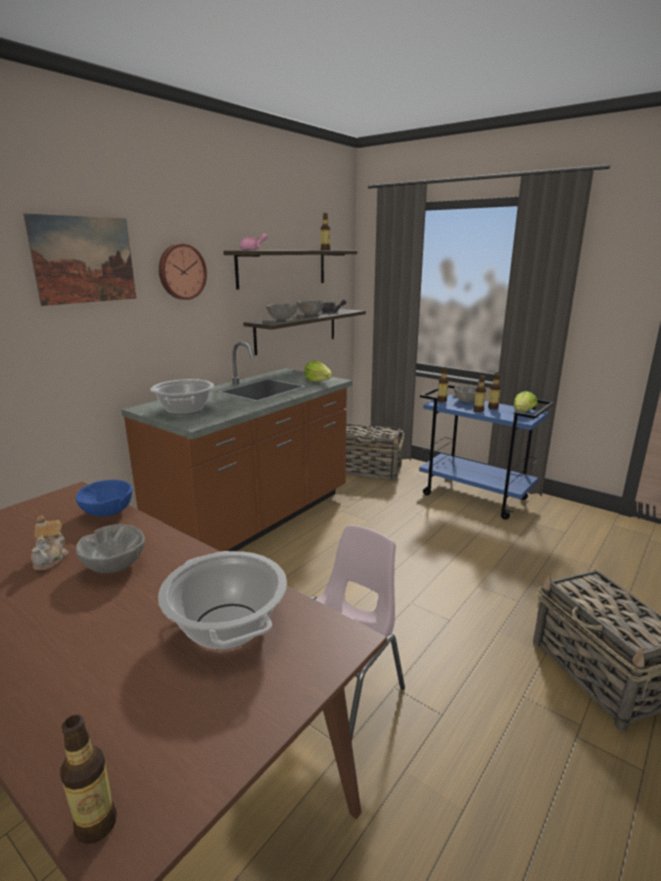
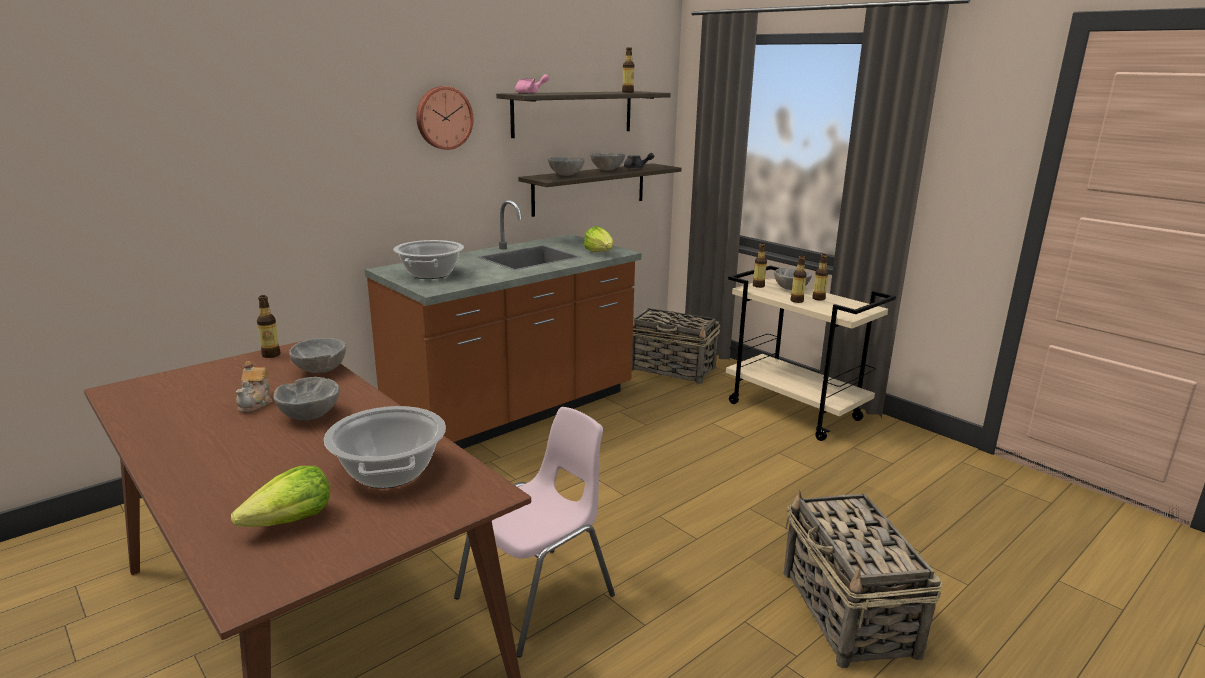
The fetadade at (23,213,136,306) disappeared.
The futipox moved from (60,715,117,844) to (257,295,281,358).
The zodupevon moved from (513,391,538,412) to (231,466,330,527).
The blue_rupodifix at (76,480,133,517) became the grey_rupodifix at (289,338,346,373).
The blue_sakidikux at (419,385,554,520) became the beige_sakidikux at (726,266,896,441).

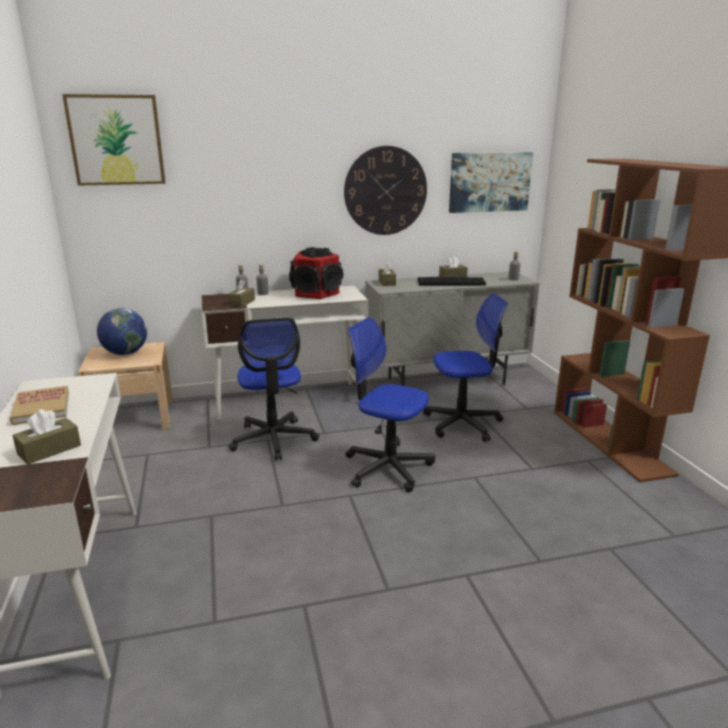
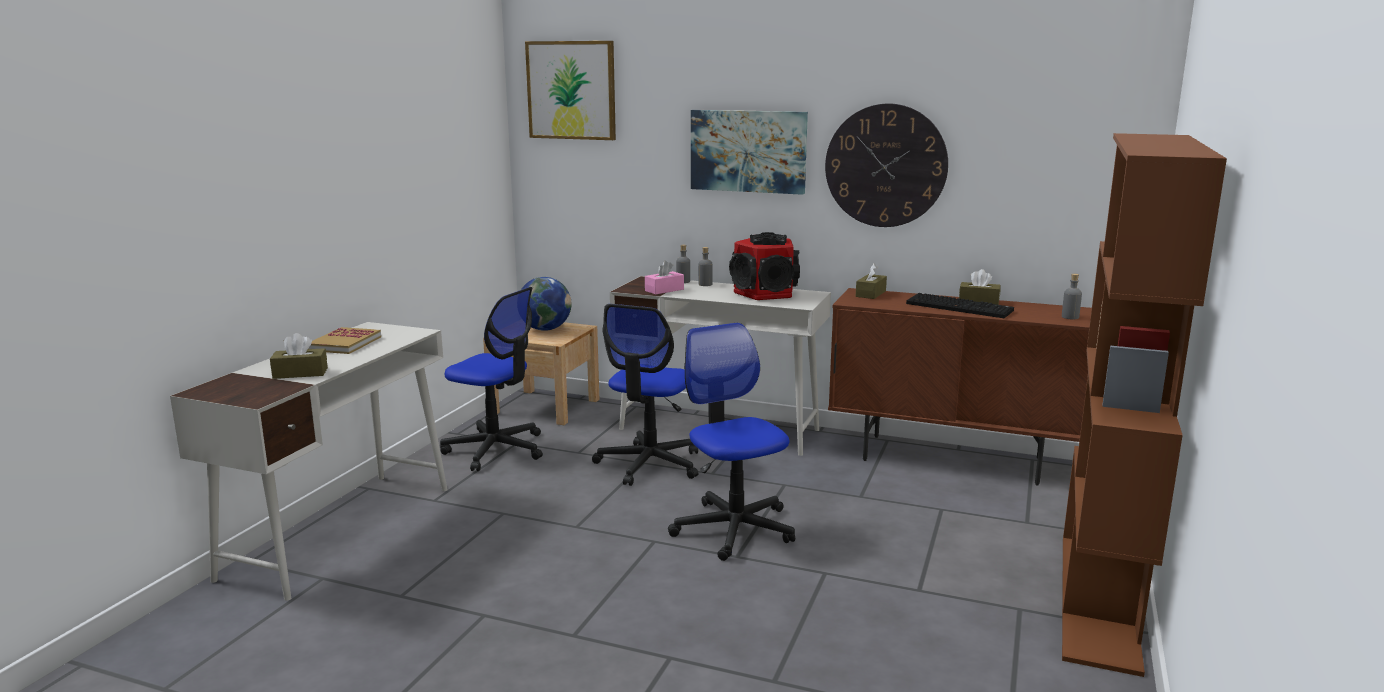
The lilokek moved from (423,293,508,442) to (440,287,543,471).
The fetadade moved from (449,152,533,213) to (691,110,808,195).
The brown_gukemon at (227,279,255,307) became the pink_gukemon at (645,261,684,294).
The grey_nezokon at (365,272,540,386) became the brown_nezokon at (828,288,1092,486).

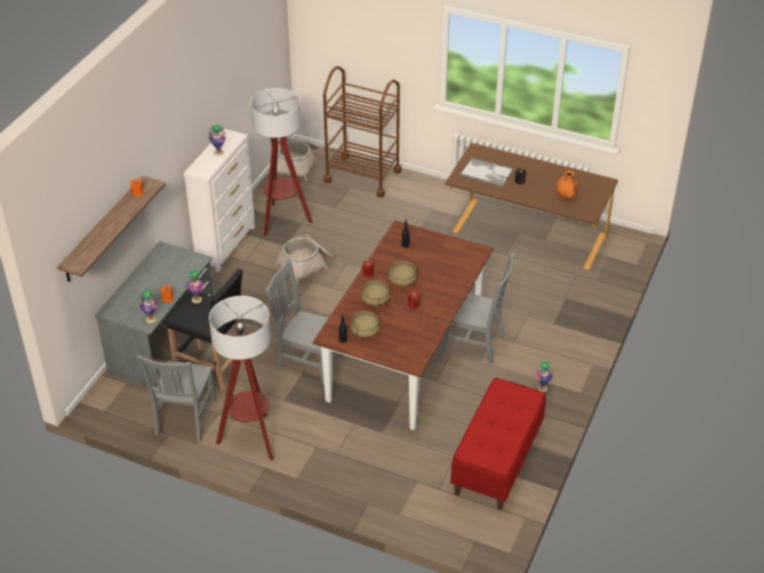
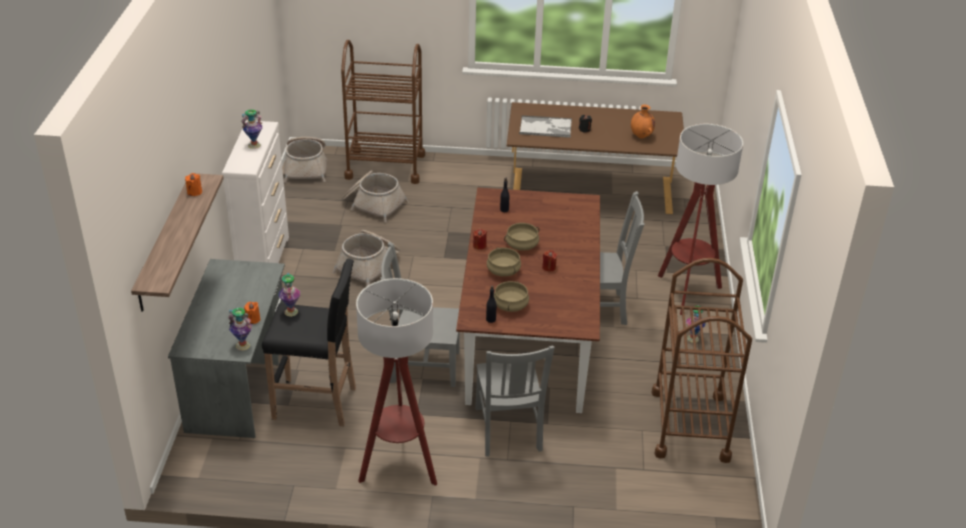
The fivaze at (342,170,409,223) appeared.
The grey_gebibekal moved from (137,355,216,442) to (475,345,555,457).
The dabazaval moved from (250,88,312,236) to (658,124,743,315).
The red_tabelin at (451,378,546,510) was replaced by the brown_sakidikux at (651,258,752,463).

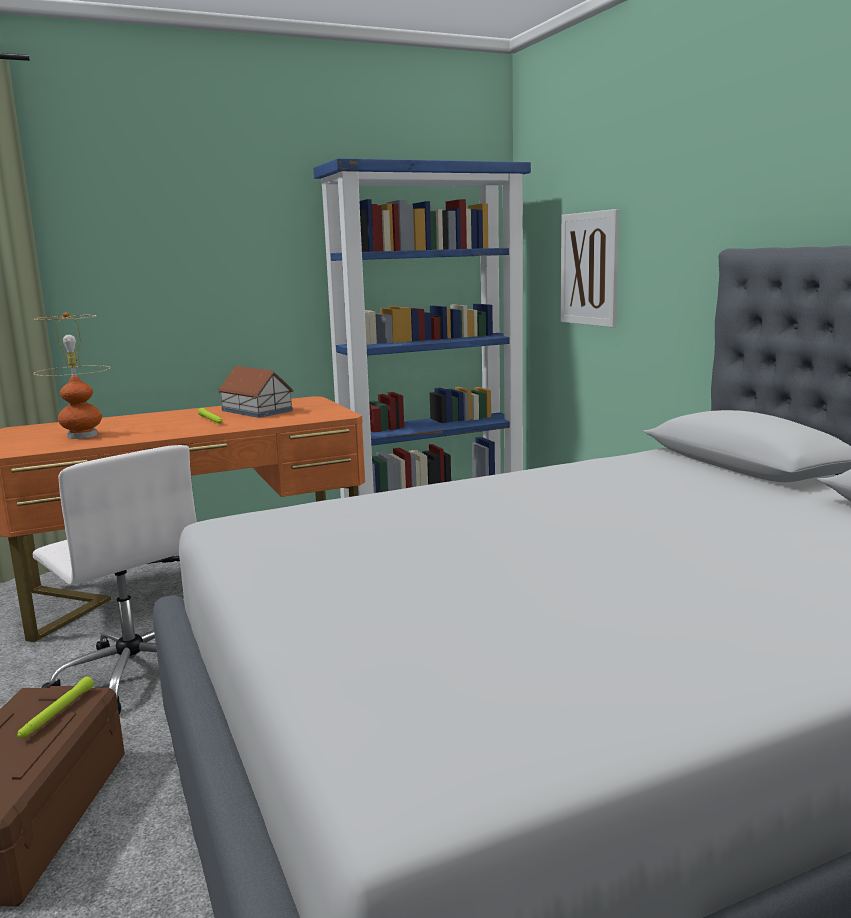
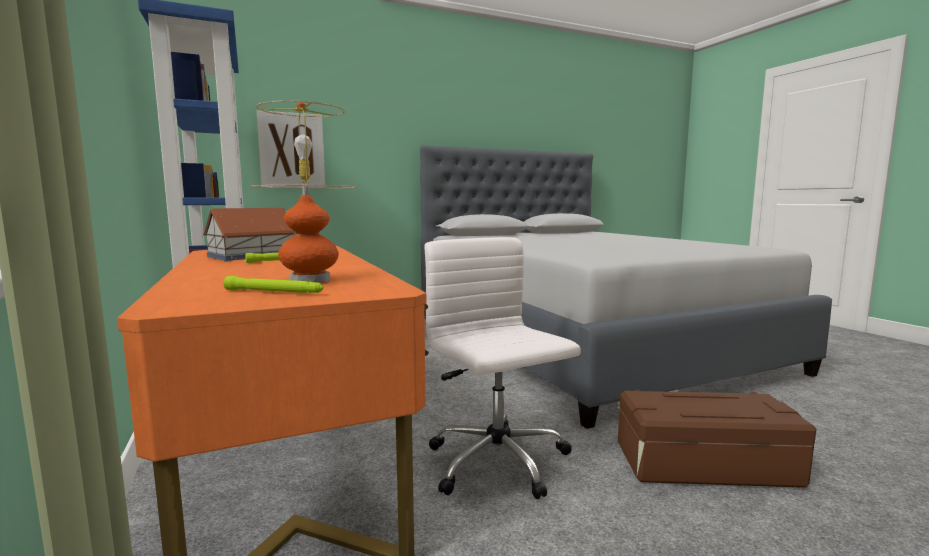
The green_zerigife moved from (17,677,94,738) to (223,276,324,293).
The white_lilokek at (33,445,197,714) turned 75 degrees counterclockwise.

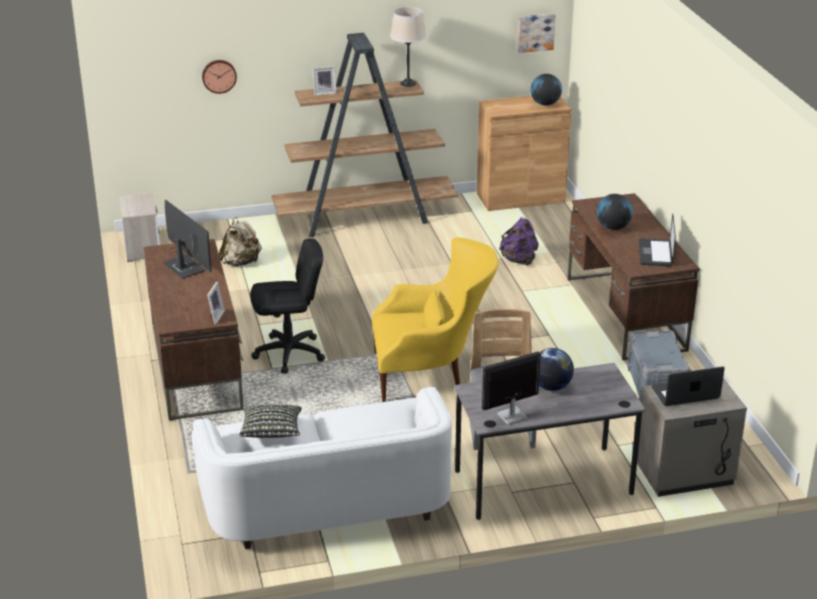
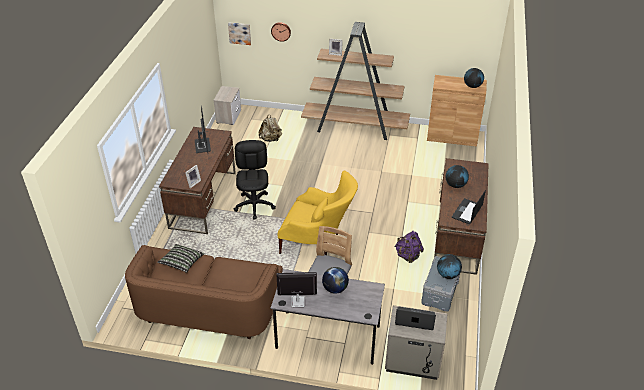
The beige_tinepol at (390,7,426,87) disappeared.
The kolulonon at (437,254,462,279) appeared.
The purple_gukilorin moved from (499,217,539,266) to (394,231,424,263).
The fetadade moved from (518,14,556,53) to (228,23,251,45).
The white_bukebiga at (192,387,452,549) became the brown_bukebiga at (125,245,283,339).
The black_lilokek at (250,238,325,374) turned 105 degrees counterclockwise.

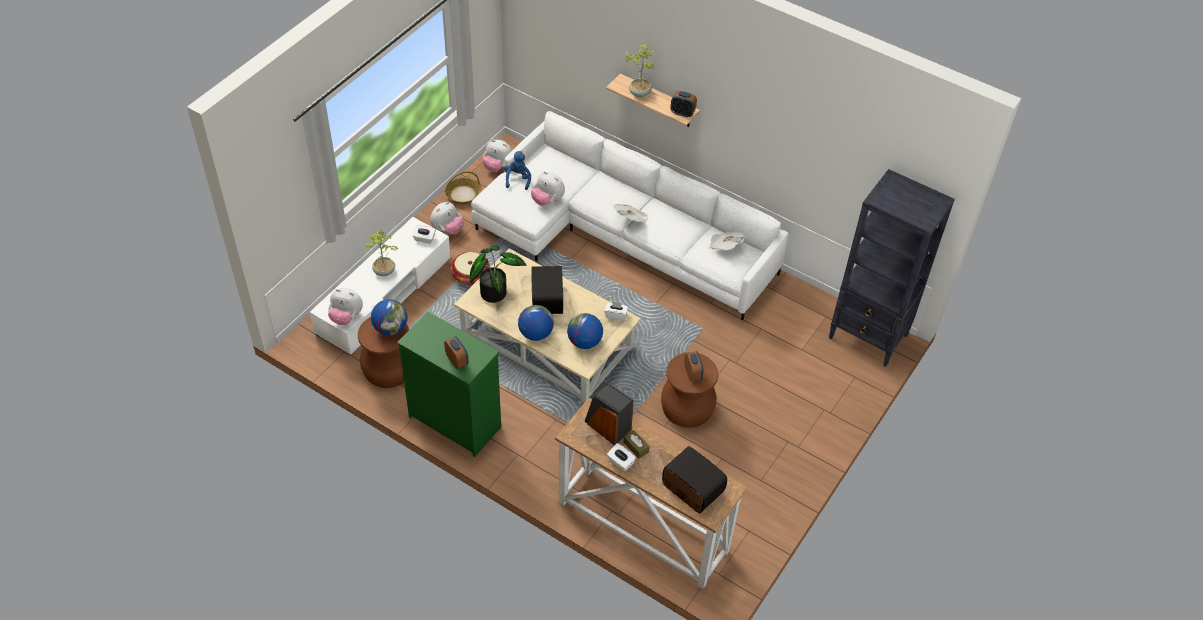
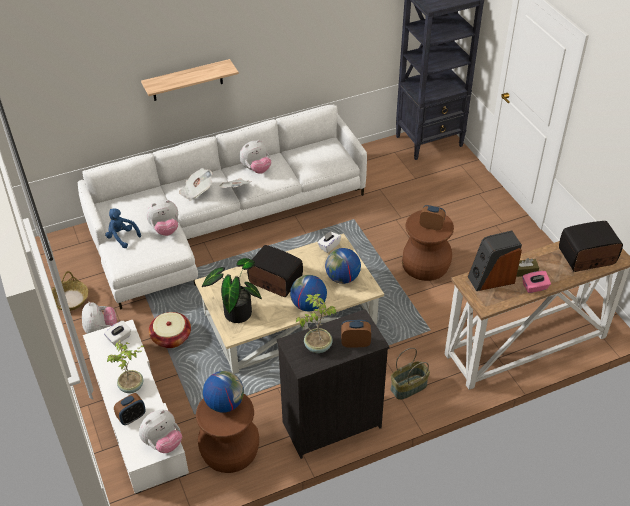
The fivaze at (391,348,430,400) appeared.
The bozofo moved from (482,140,512,172) to (239,140,271,174).
The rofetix moved from (624,44,656,97) to (296,294,337,353).
The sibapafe moved from (671,91,697,118) to (114,393,146,425).
The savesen moved from (709,230,744,251) to (179,168,213,201).
The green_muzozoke at (397,312,501,457) became the black_muzozoke at (277,309,390,459).
The white_gukemon at (607,443,636,471) became the pink_gukemon at (522,271,551,293).

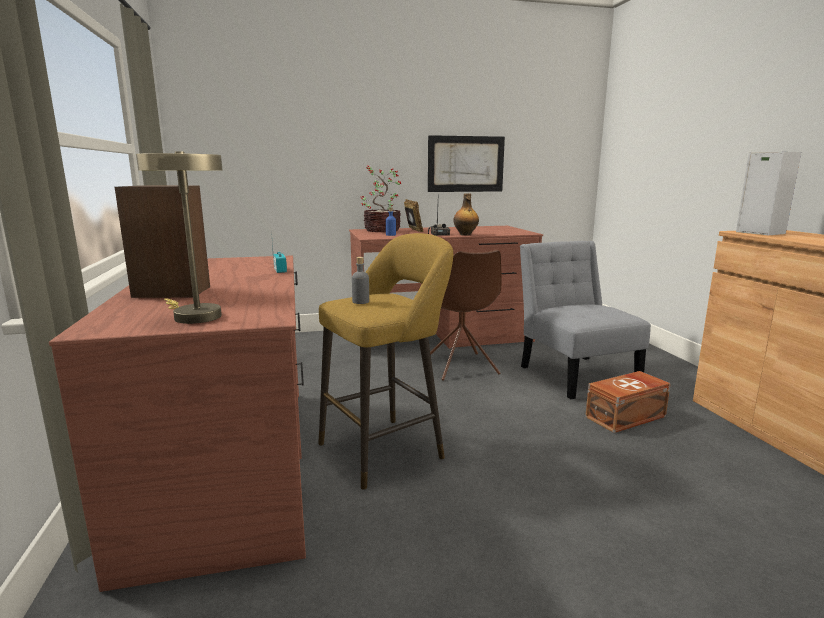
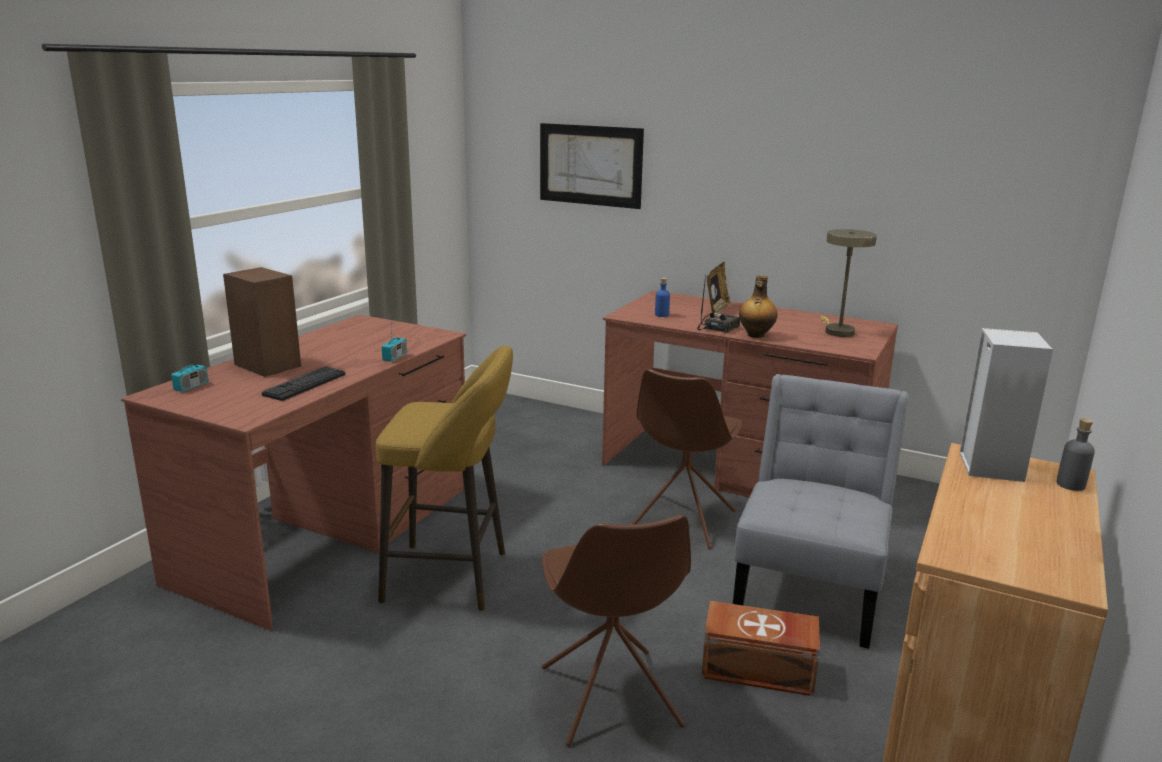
The rofetix at (360,166,402,232) disappeared.
The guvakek at (171,343,209,392) appeared.
The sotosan at (262,366,345,401) appeared.
The brown_gebibekal at (542,515,691,747) appeared.
The beige_tinepol moved from (136,151,222,324) to (821,229,877,337).
The grey_futipox moved from (352,257,369,304) to (1056,418,1095,491).
The fetadade moved from (428,135,505,192) to (540,123,644,209).

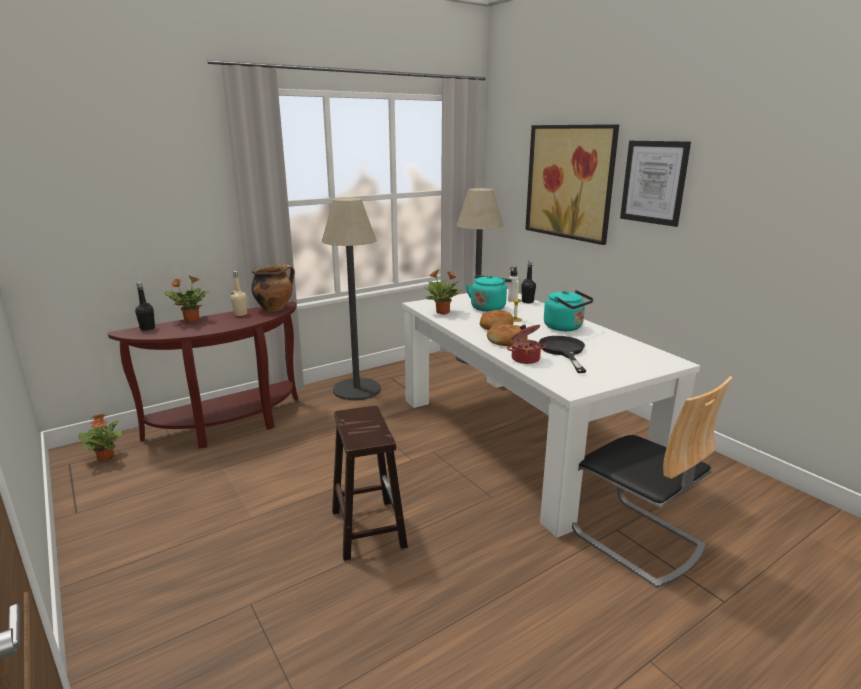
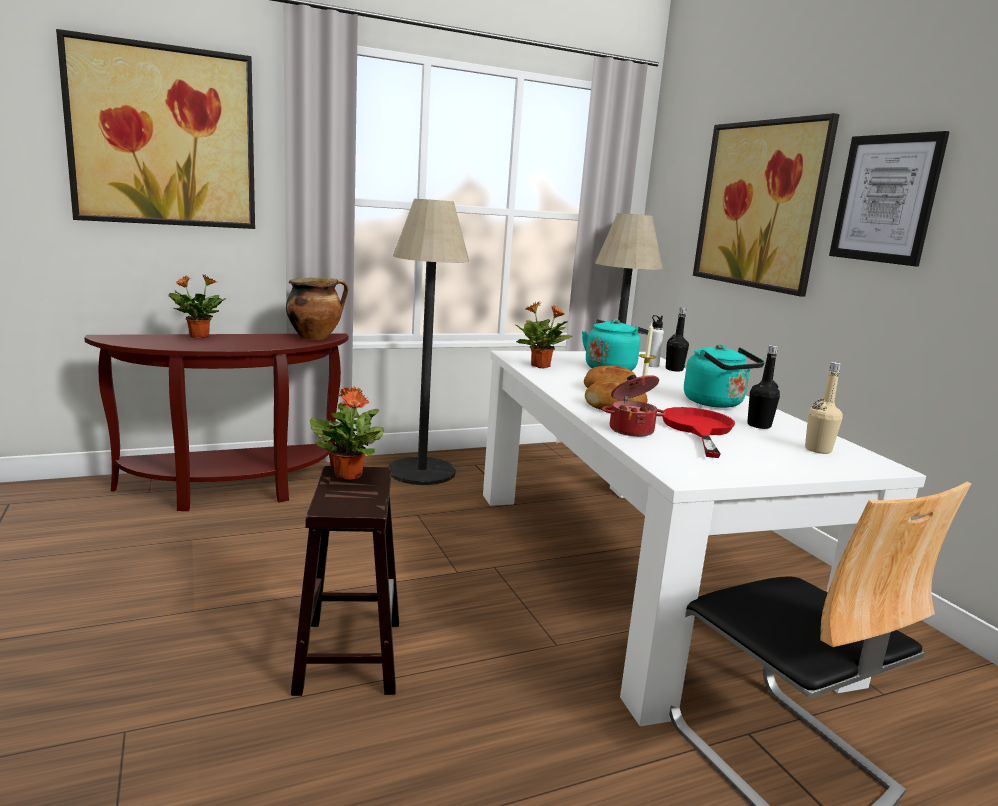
The fetadade at (56,29,255,229) appeared.
The rofetix moved from (78,414,122,461) to (310,387,384,480).
The black_futipox moved from (135,282,155,331) to (747,345,780,429).
The beige_futipox moved from (230,271,248,316) to (805,362,843,454).
The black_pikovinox at (539,336,586,373) became the red_pikovinox at (662,407,735,458).

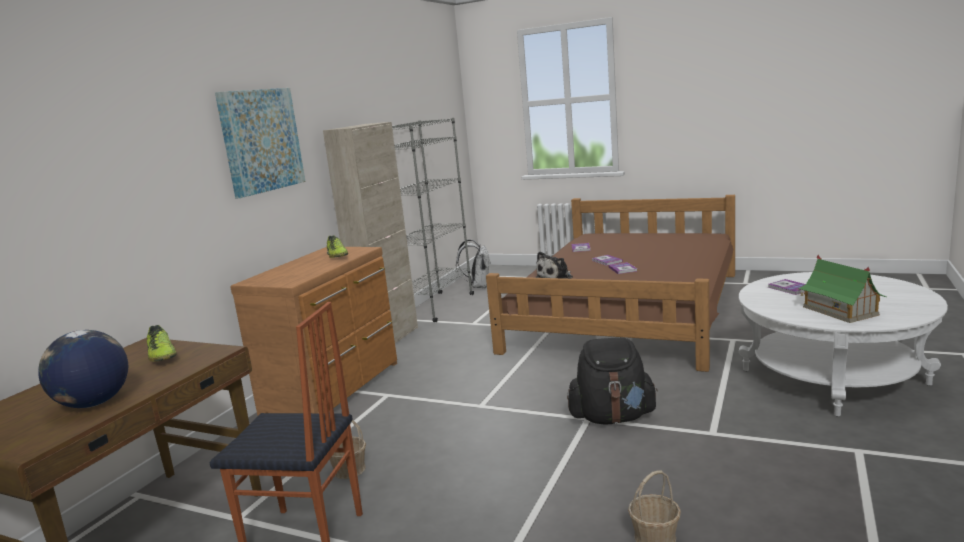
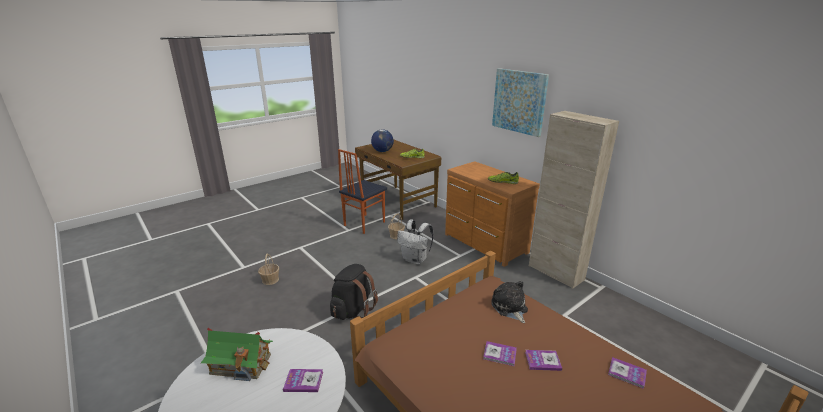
The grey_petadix at (392,118,474,322) disappeared.
The white_gukilorin moved from (456,239,491,288) to (397,219,433,265).

